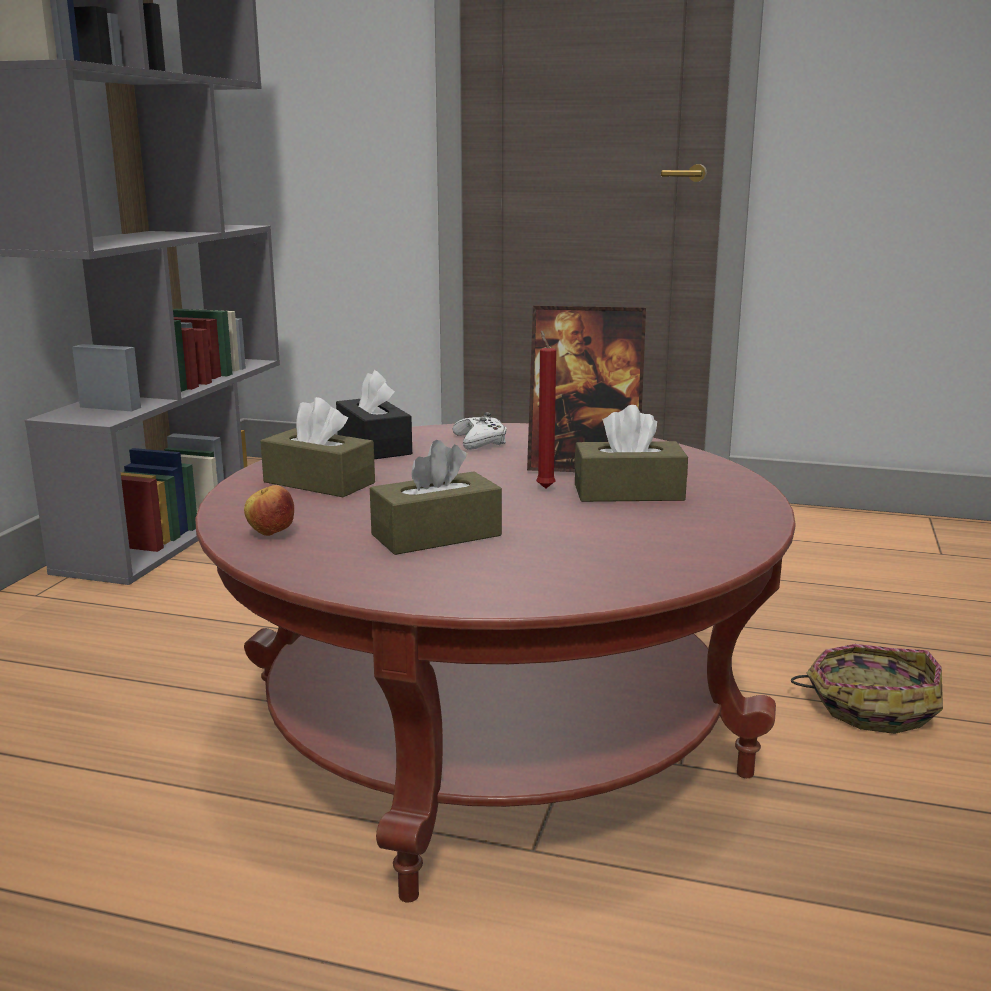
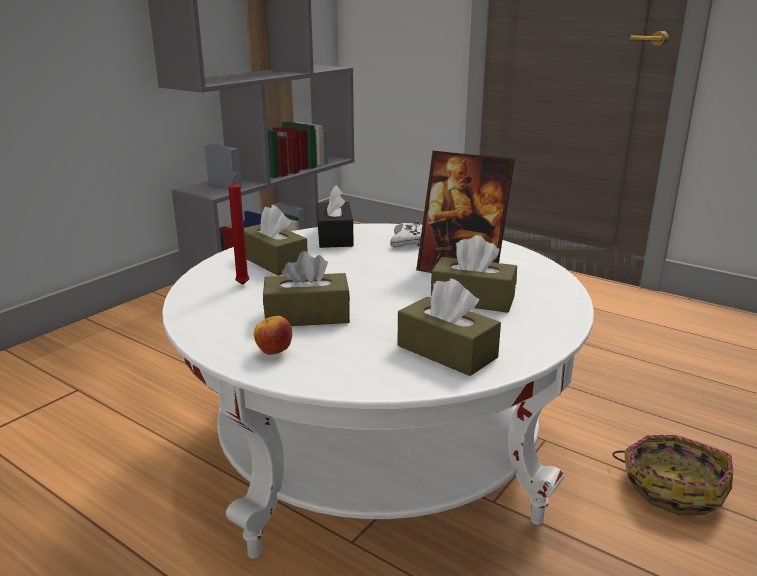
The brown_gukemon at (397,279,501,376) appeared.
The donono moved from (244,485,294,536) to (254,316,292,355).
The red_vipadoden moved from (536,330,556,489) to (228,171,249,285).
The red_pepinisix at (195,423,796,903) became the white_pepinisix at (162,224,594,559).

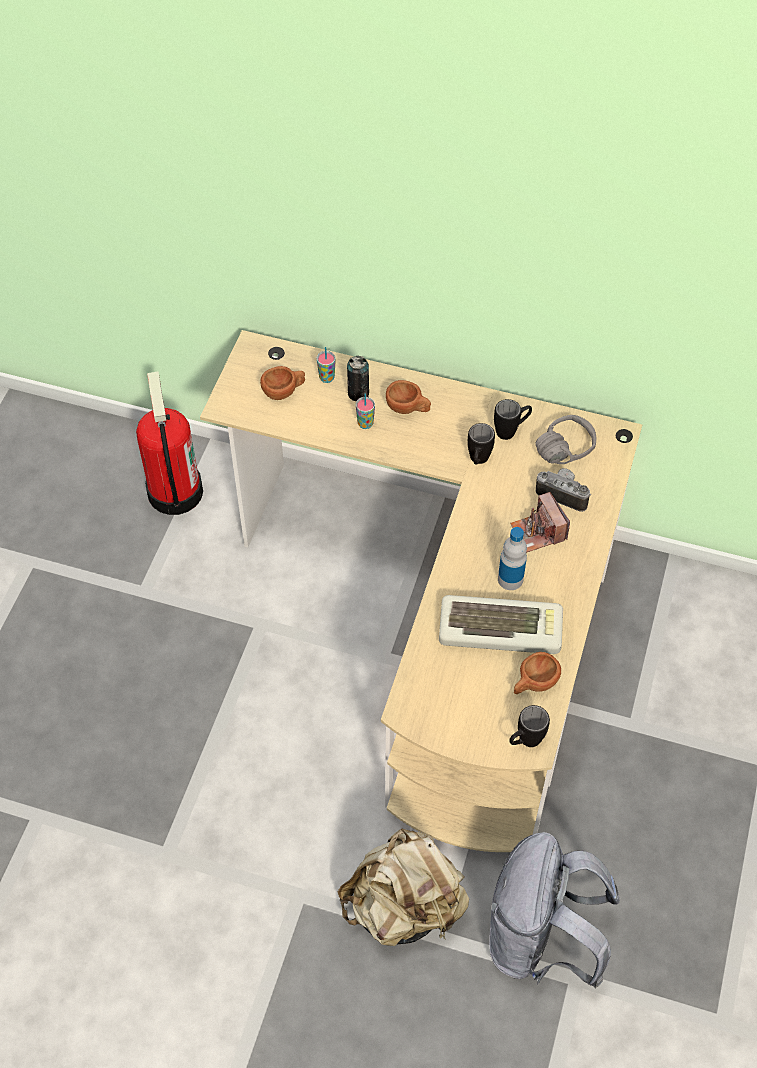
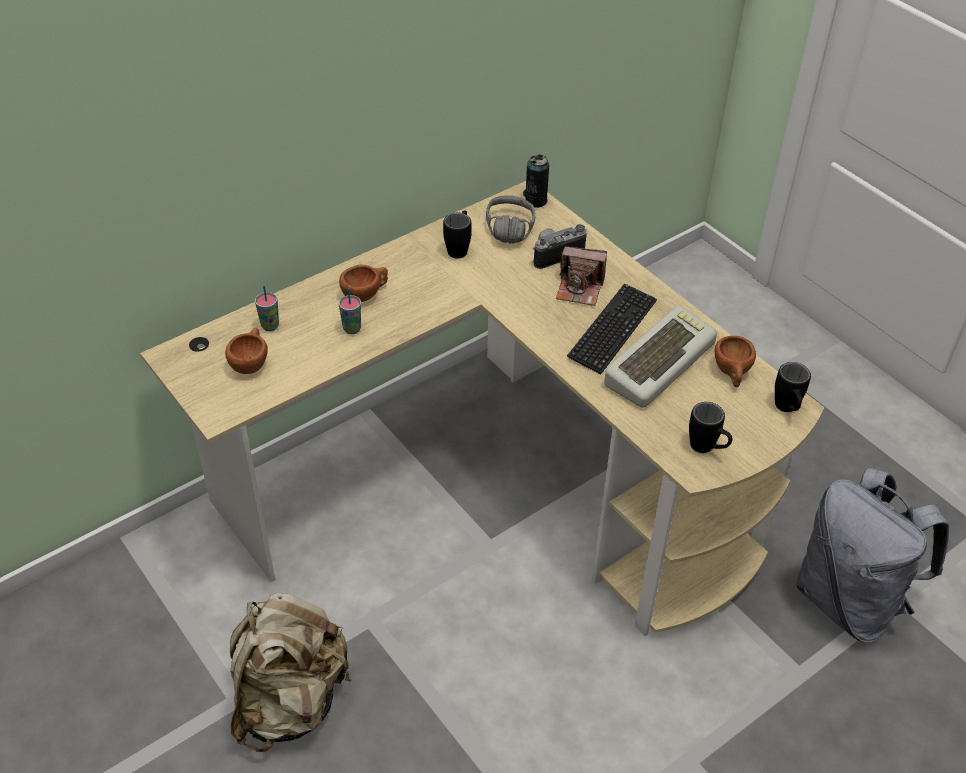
The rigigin at (136,372,203,515) disappeared.
The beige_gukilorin moved from (338,829,469,946) to (230,593,352,752).
The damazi moved from (347,355,369,401) to (526,155,549,208).
The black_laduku moved from (467,423,495,465) to (689,402,732,453).
The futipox at (498,527,527,590) was replaced by the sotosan at (567,283,657,374).

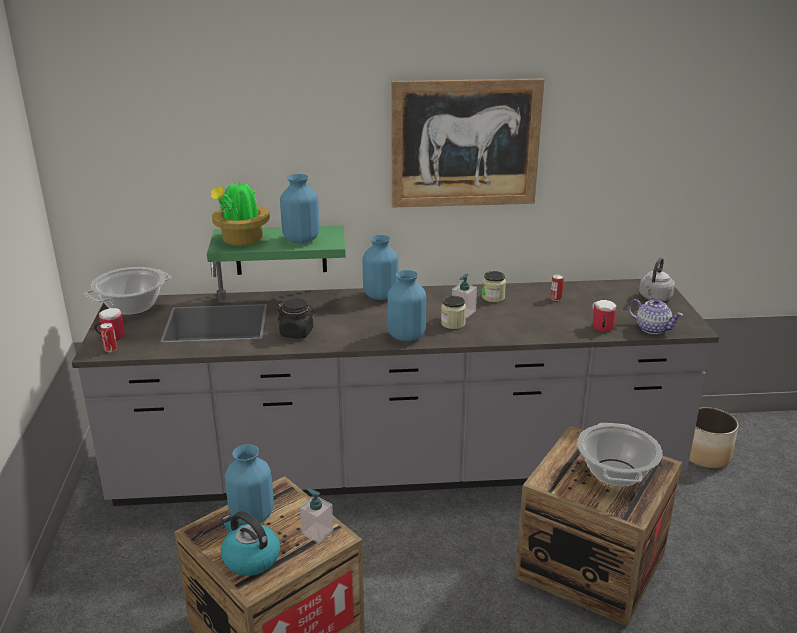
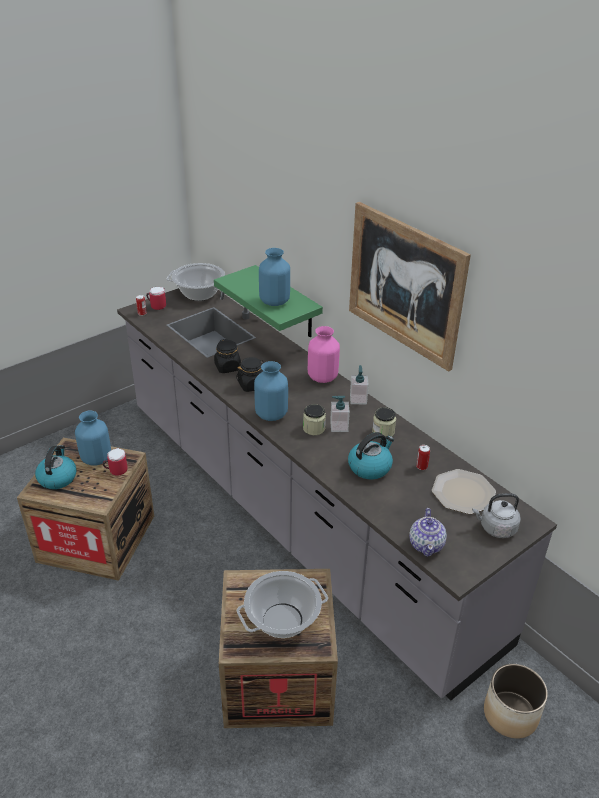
The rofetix at (211,177,270,246) disappeared.
The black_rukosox at (236,357,264,392) appeared.
The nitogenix at (348,432,394,479) appeared.
The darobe at (432,469,496,514) appeared.
The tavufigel moved from (300,488,333,543) to (350,365,369,405).
The laduku moved from (593,300,617,332) to (103,448,128,475).
The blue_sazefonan at (363,235,398,300) became the pink_sazefonan at (308,326,340,383).

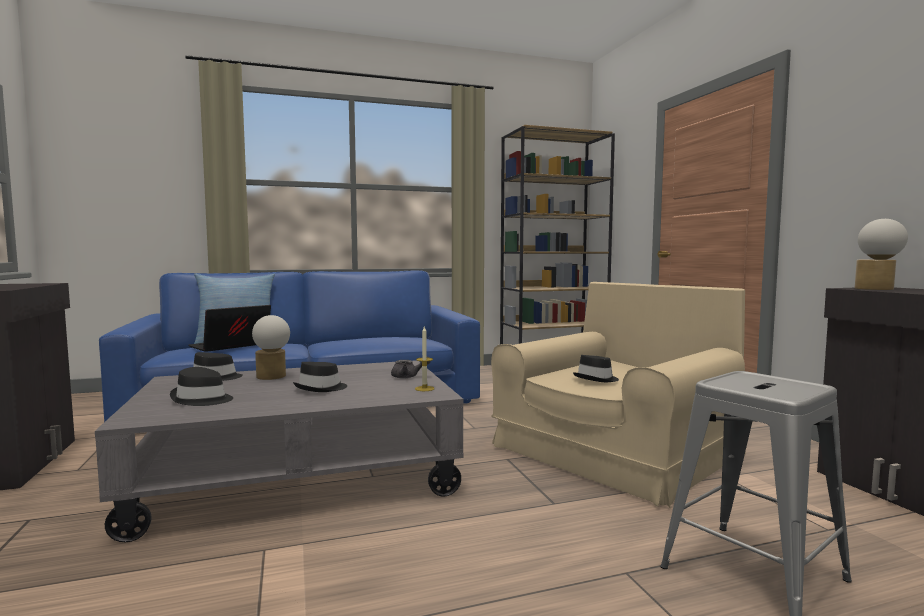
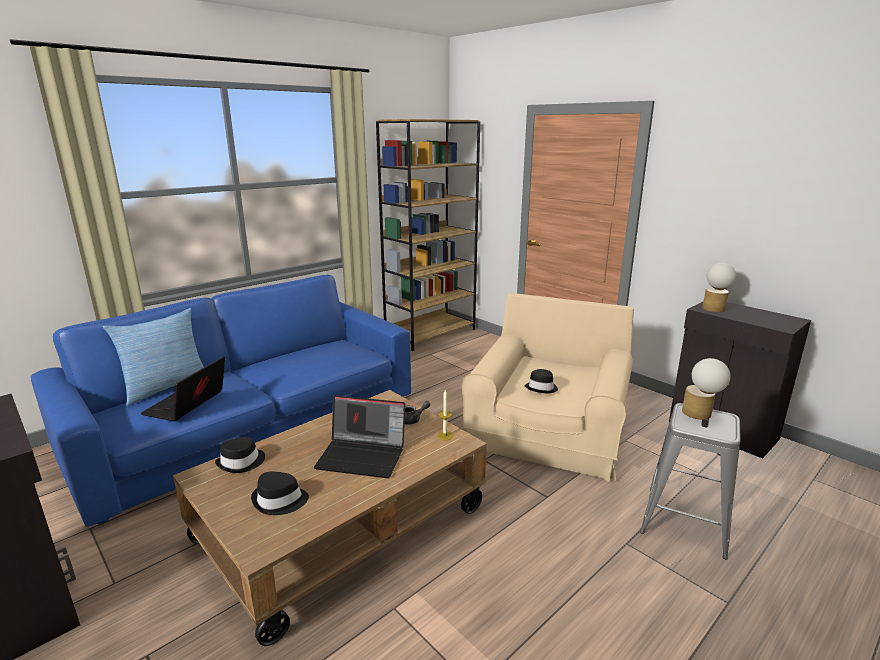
The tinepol moved from (252,315,290,380) to (682,358,731,420).
The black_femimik at (293,362,347,392) was replaced by the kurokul at (314,395,405,478).
The grey_pepinisix at (95,360,463,542) became the brown_pepinisix at (173,390,487,646).

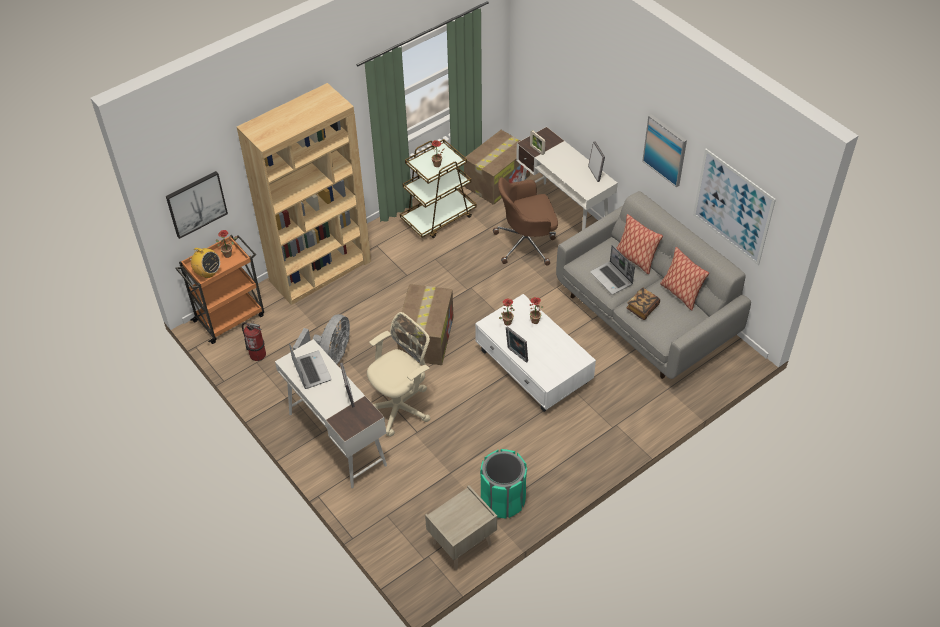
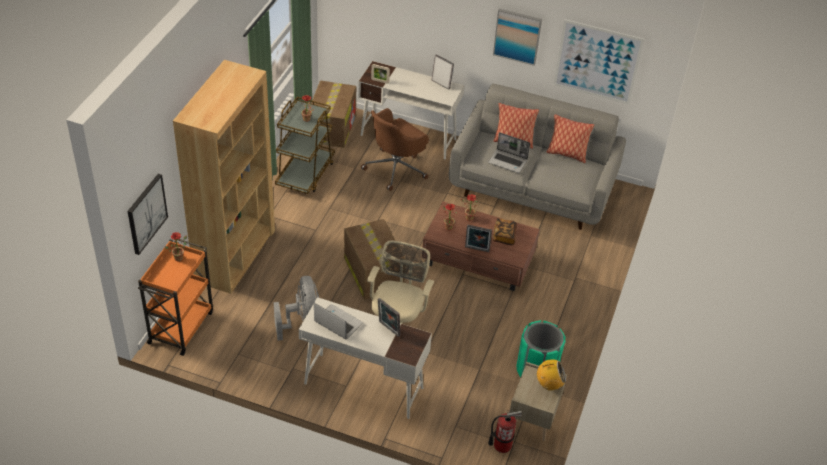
The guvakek moved from (187,248,220,278) to (537,359,566,391).
The rigigin moved from (242,321,266,361) to (488,410,522,453).
The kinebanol moved from (626,288,660,320) to (493,218,517,245).
The white_pepinisix at (475,294,596,412) became the brown_pepinisix at (423,202,540,291).

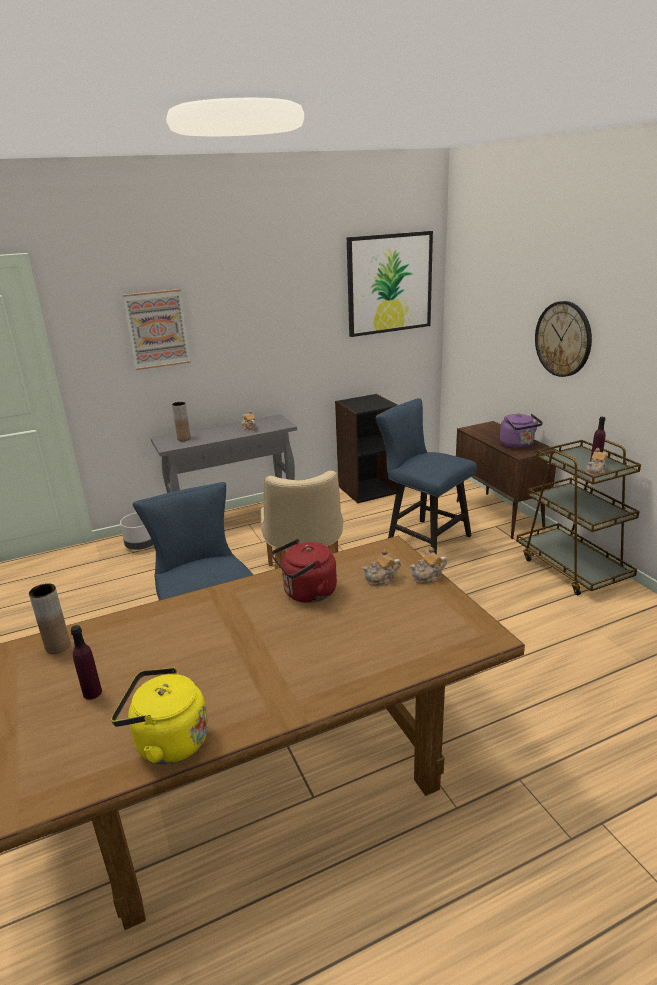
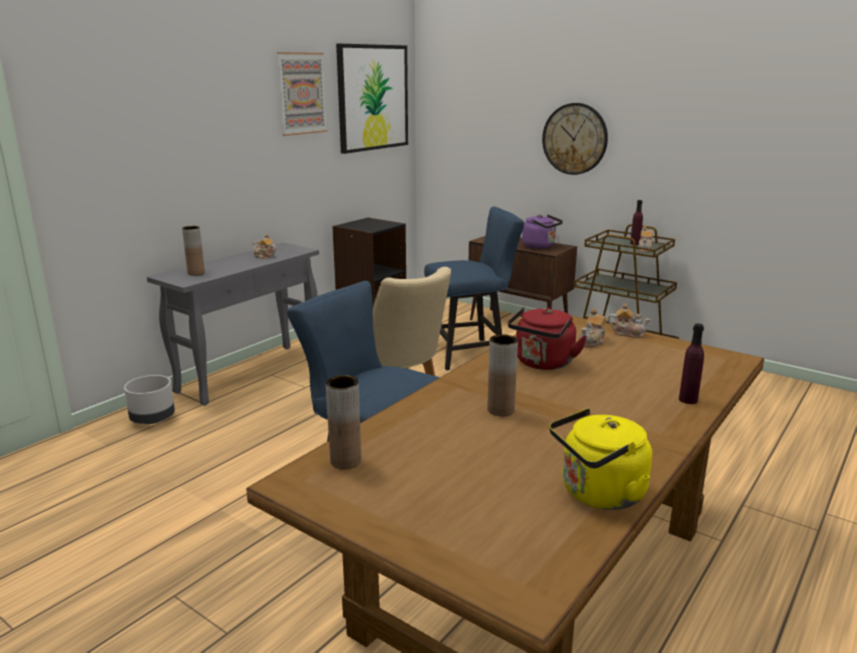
The brown_sazefonan at (487,334,518,416) appeared.
The purple_futipox moved from (71,625,102,700) to (679,323,704,404).
The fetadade moved from (123,289,191,370) to (277,52,328,136).
The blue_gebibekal at (375,398,477,555) turned 150 degrees clockwise.
The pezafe at (410,547,447,584) turned 105 degrees counterclockwise.

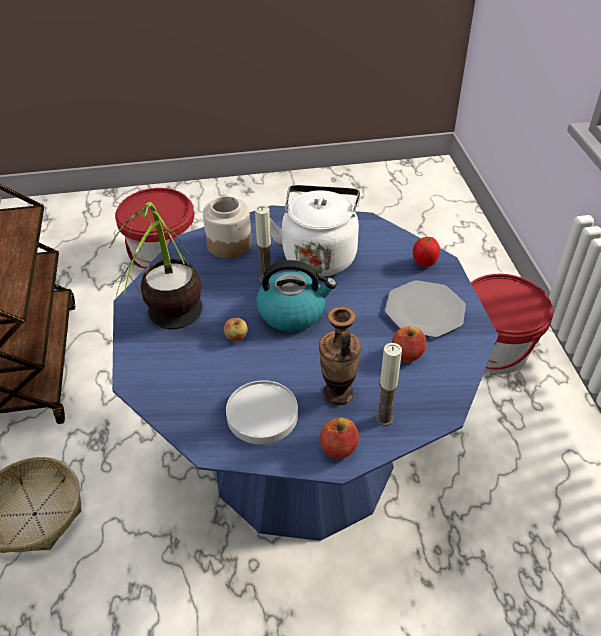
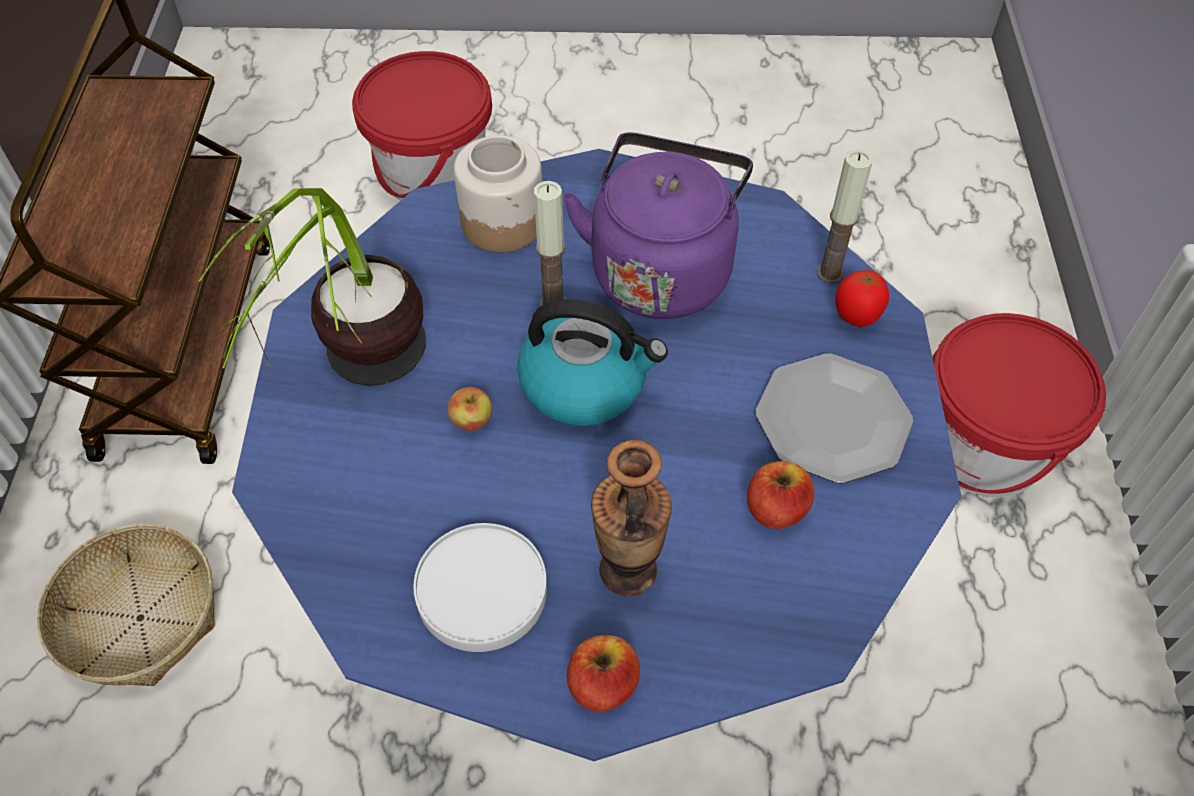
The vipadoden moved from (376,343,402,426) to (817,150,873,284).
The white_nitogenix at (270,185,360,277) became the purple_nitogenix at (563,132,753,319).

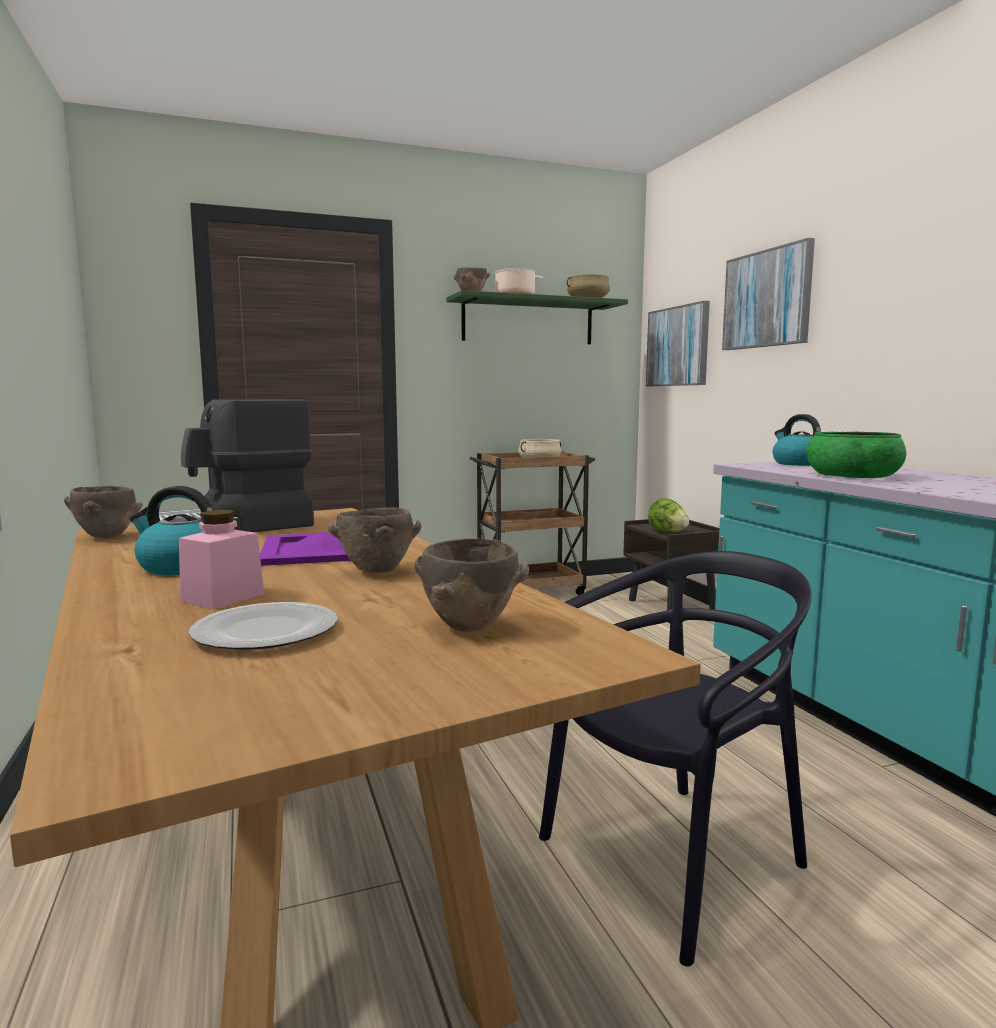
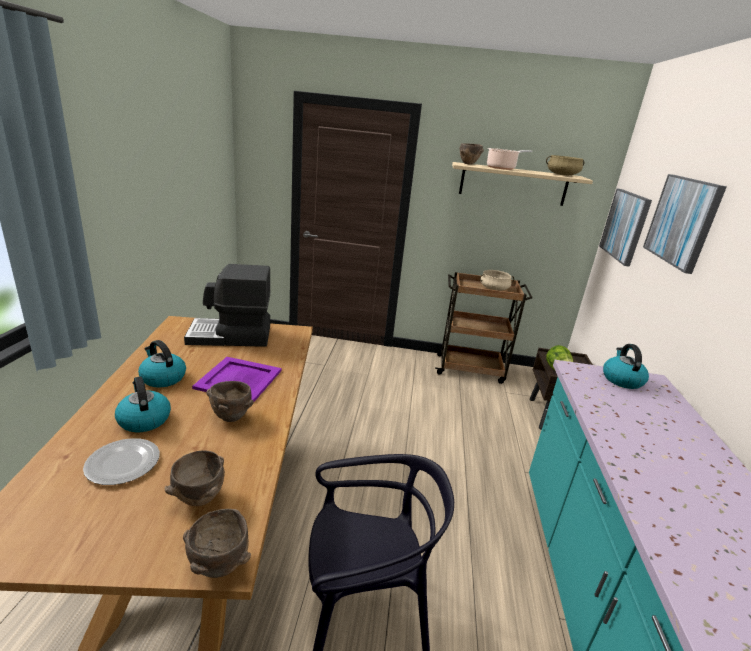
The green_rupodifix at (806,432,906,478) disappeared.
The brown_rupodifix moved from (64,486,142,539) to (183,509,251,578).
The pink_rukosox at (179,510,264,609) was replaced by the nitogenix at (115,376,171,432).
The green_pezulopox at (446,290,628,344) became the beige_pezulopox at (452,162,593,206).

